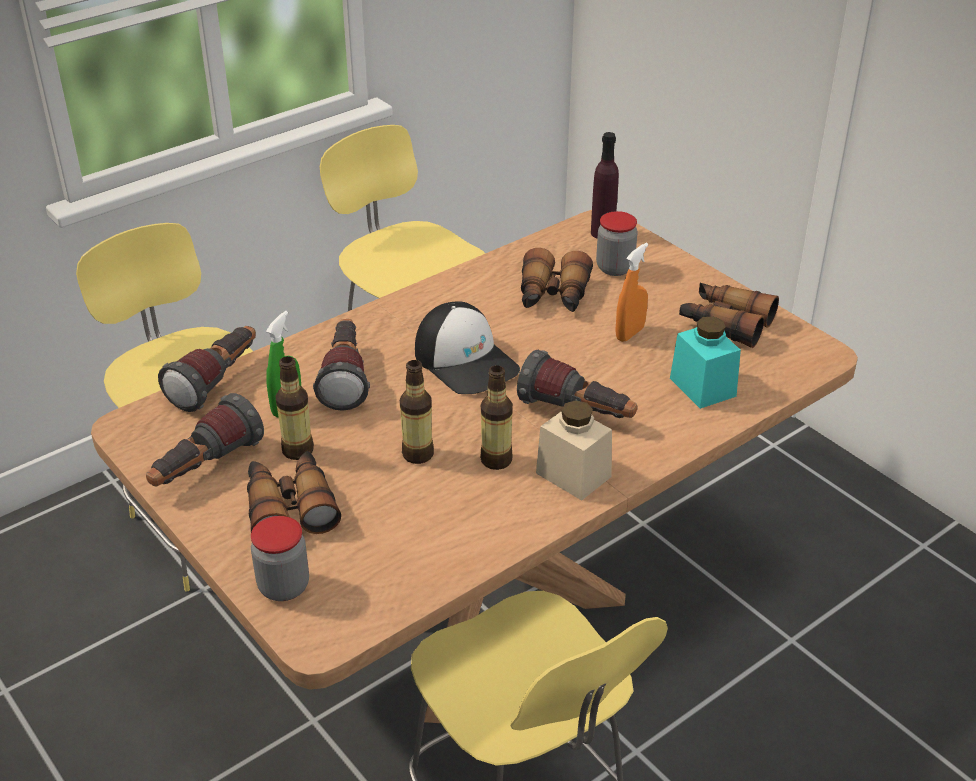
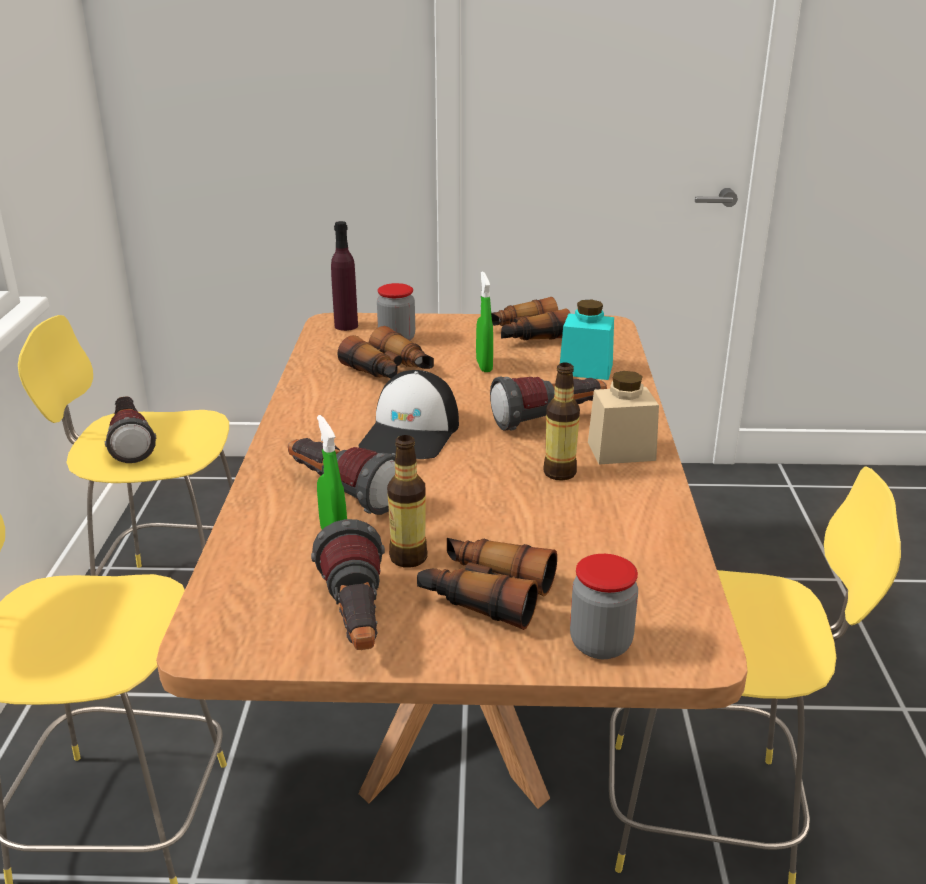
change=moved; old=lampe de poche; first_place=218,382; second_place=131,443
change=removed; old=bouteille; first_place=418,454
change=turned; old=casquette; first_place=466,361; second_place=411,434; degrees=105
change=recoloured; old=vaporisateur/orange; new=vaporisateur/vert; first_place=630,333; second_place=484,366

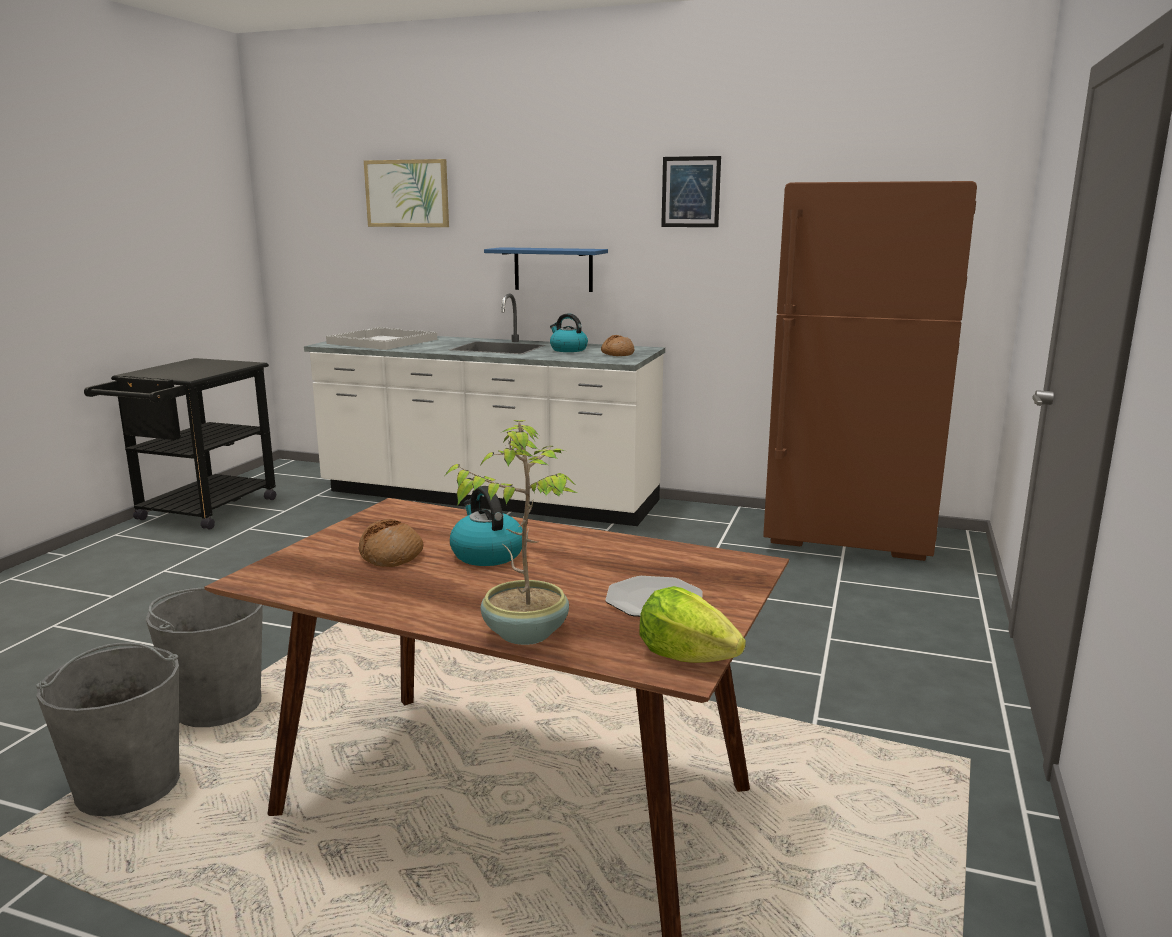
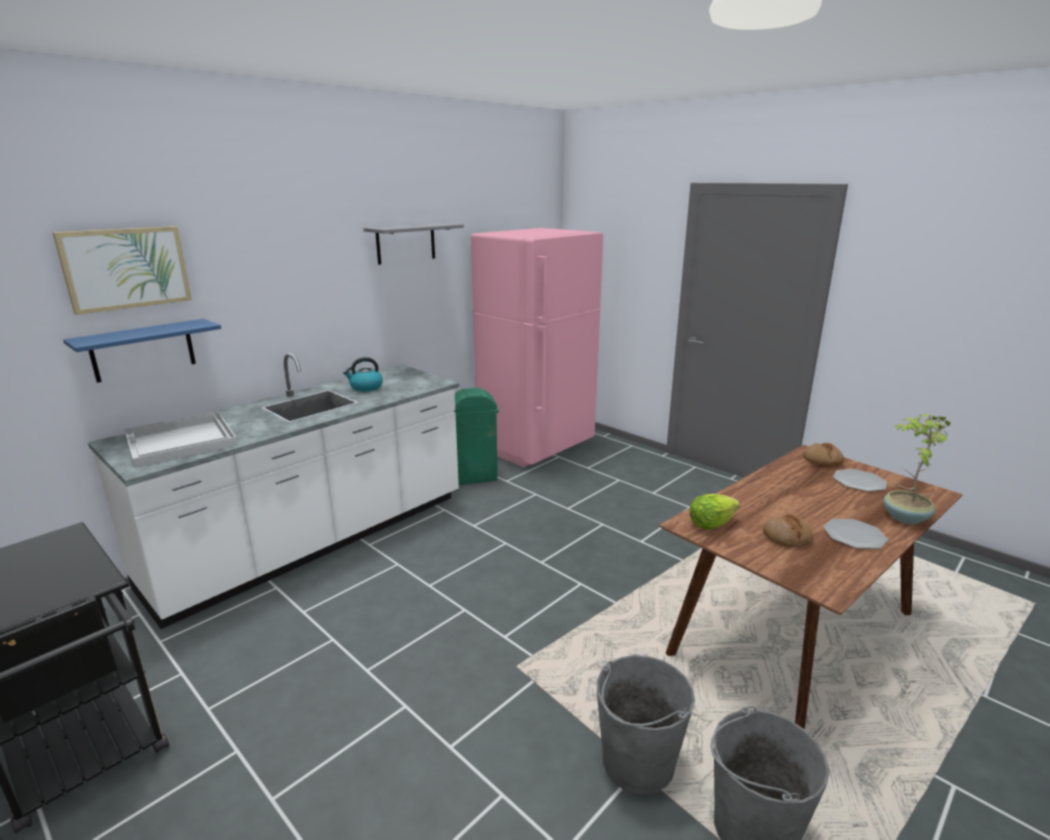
change=removed; old=bouilloire; first_place=486,554
change=moved; old=étagère/bleu; first_place=553,269; second_place=143,350
change=moved; old=pain; first_place=617,354; second_place=822,461
change=moved; old=laitue; first_place=686,656; second_place=711,524
change=replaced; old=tableau; new=étagère/gris; first_place=690,192; second_place=406,243
change=recoloured; old=réfrigérateur/marron; new=réfrigérateur/rose; first_place=849,539; second_place=537,447
change=added; new=poubelle/vert; second_place=475,477
change=added; new=assiette; second_place=854,535

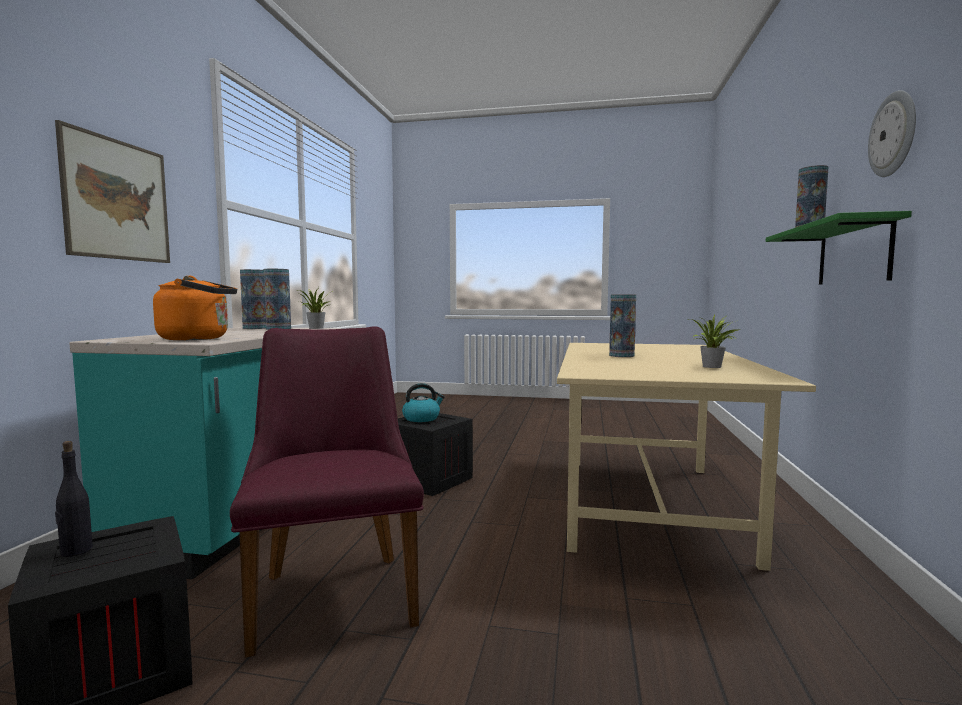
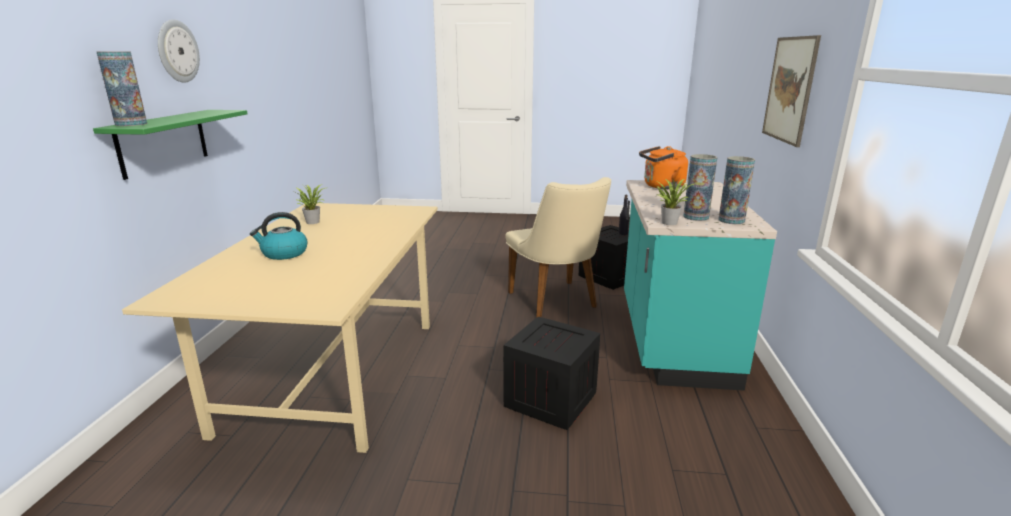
change=recoloured; old=chaise/violet; new=chaise/beige; first_place=334,589; second_place=556,302
change=moved; old=bouilloire; first_place=422,418; second_place=284,253
change=removed; old=vase; first_place=621,355

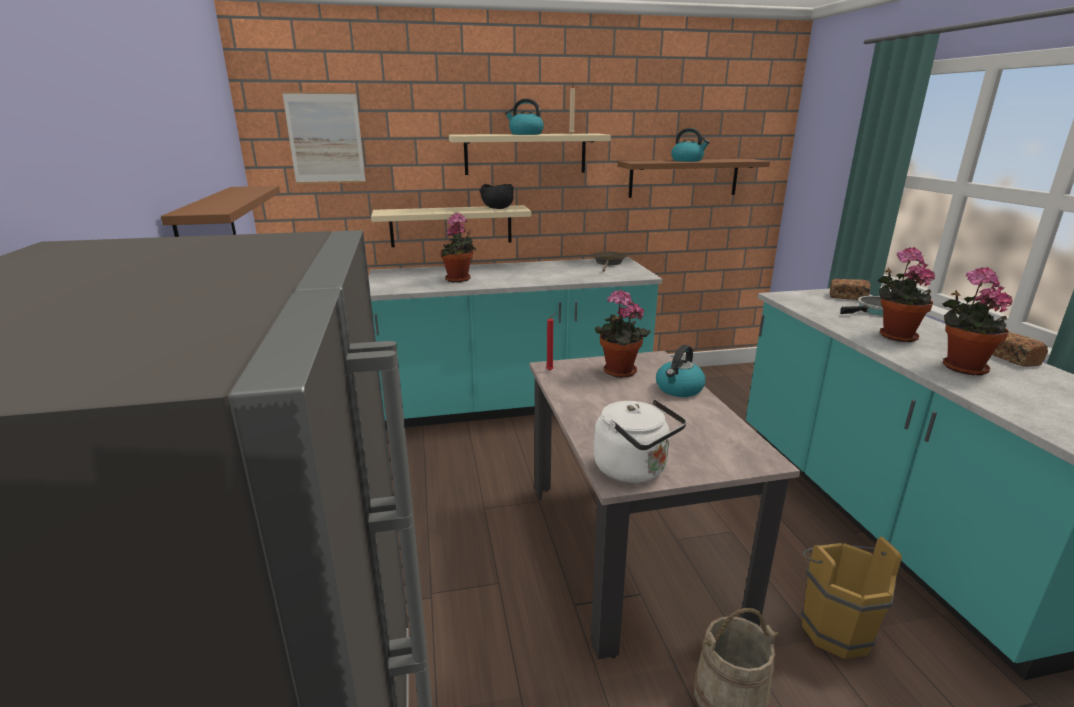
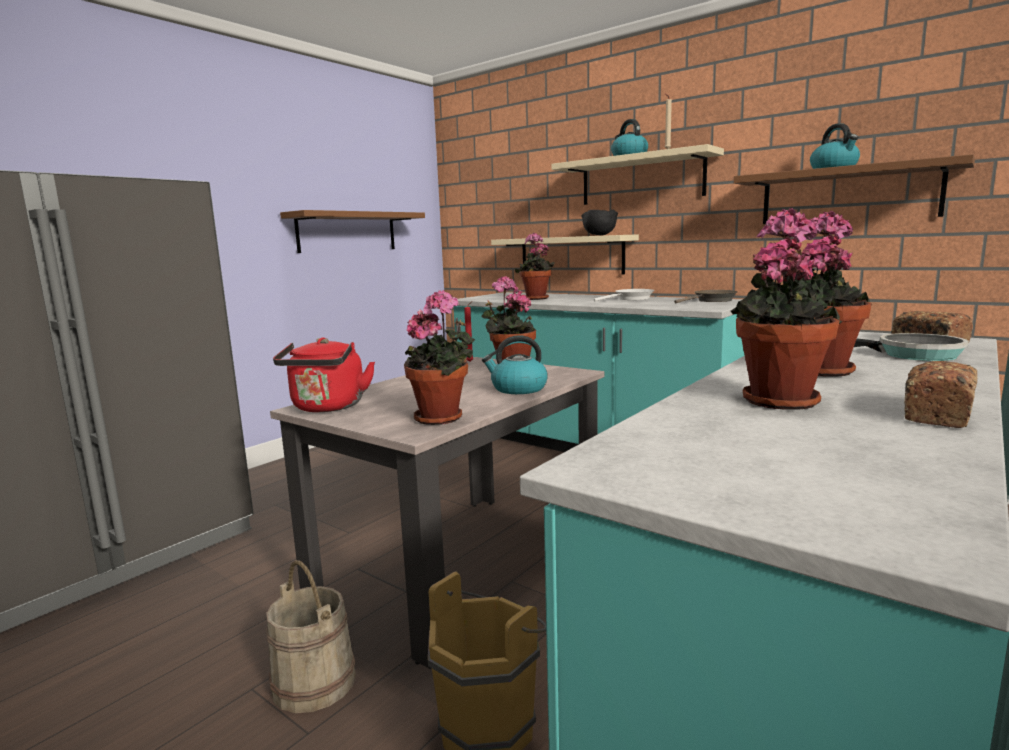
change=removed; old=tableau; first_place=325,138
change=recoloured; old=bouilloire/blanc; new=bouilloire/rouge; first_place=634,470; second_place=327,408
change=added; new=plante en pot; second_place=443,418
change=added; new=poêle/blanc; second_place=631,299

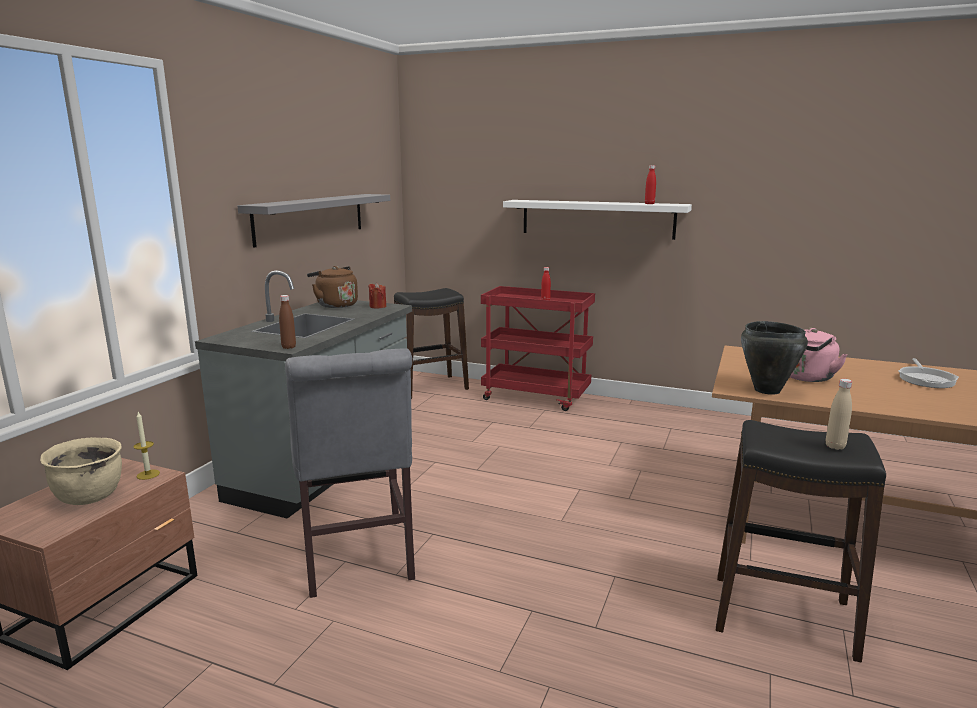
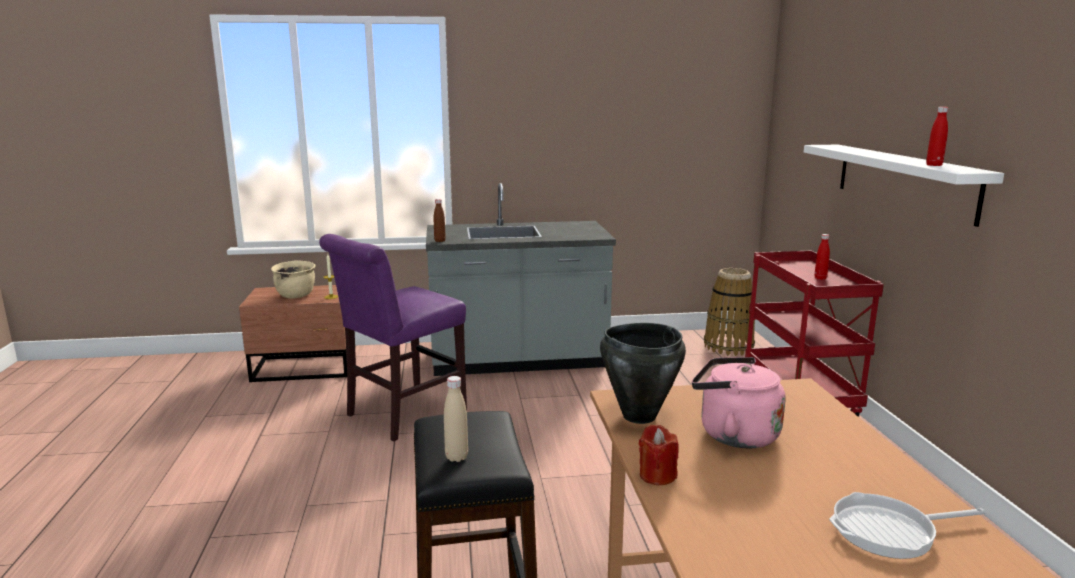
change=removed; old=étagère/gris; first_place=311,218
change=recoloured; old=chaise/gris; new=chaise/violet; first_place=357,561; second_place=401,415
change=removed; old=bouilloire/marron; first_place=335,305
change=moved; old=bougie/rouge; first_place=378,306; second_place=657,475
change=replaced; old=tabouret/noir; new=panier; first_place=431,387; second_place=728,346

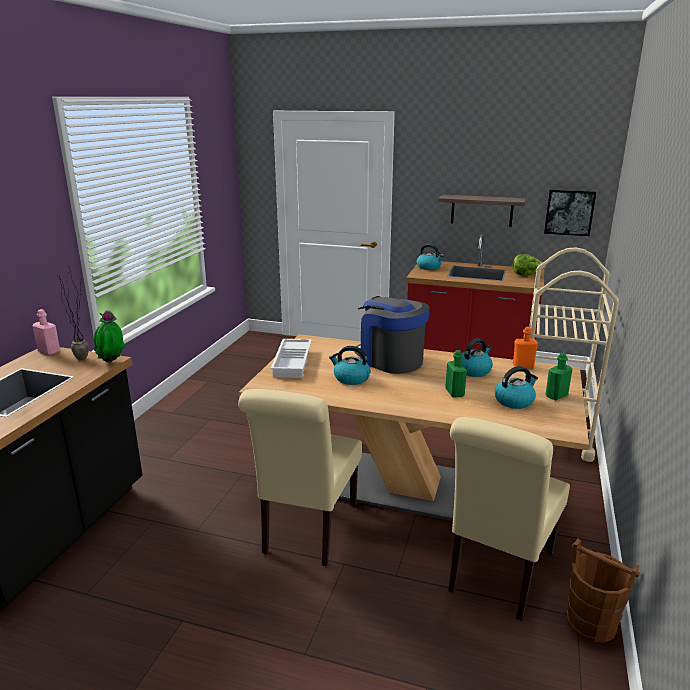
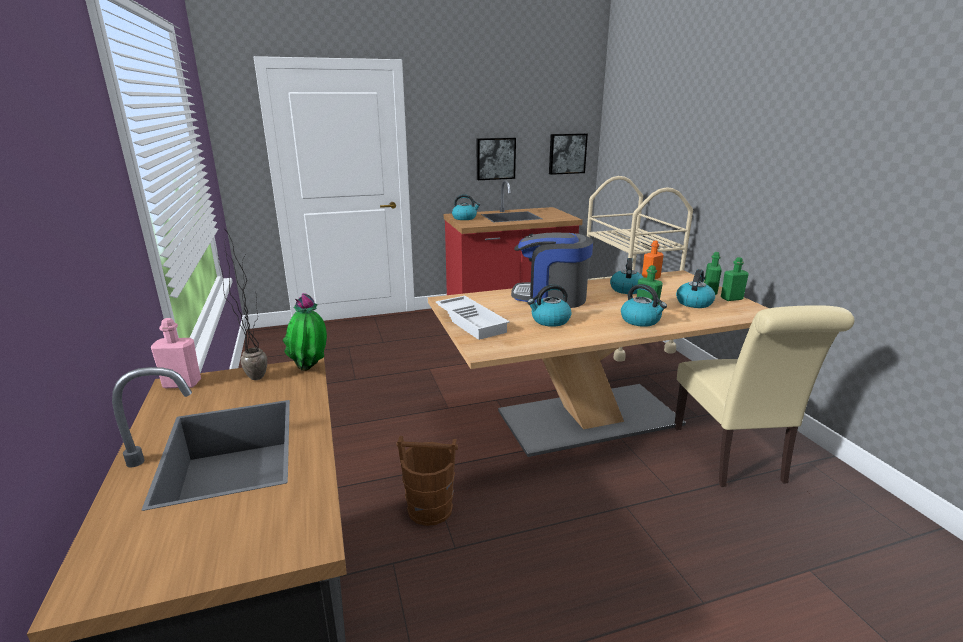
change=removed; old=chaise/beige; first_place=307,531
change=replaced; old=étagère; new=tableau; first_place=482,210; second_place=495,158
change=removed; old=laitue; first_place=526,275
change=moved; old=seau/marron; first_place=590,622; second_place=429,509
change=added; new=bouilloire; second_place=641,320
change=added; new=bouteille/vert; second_place=731,298

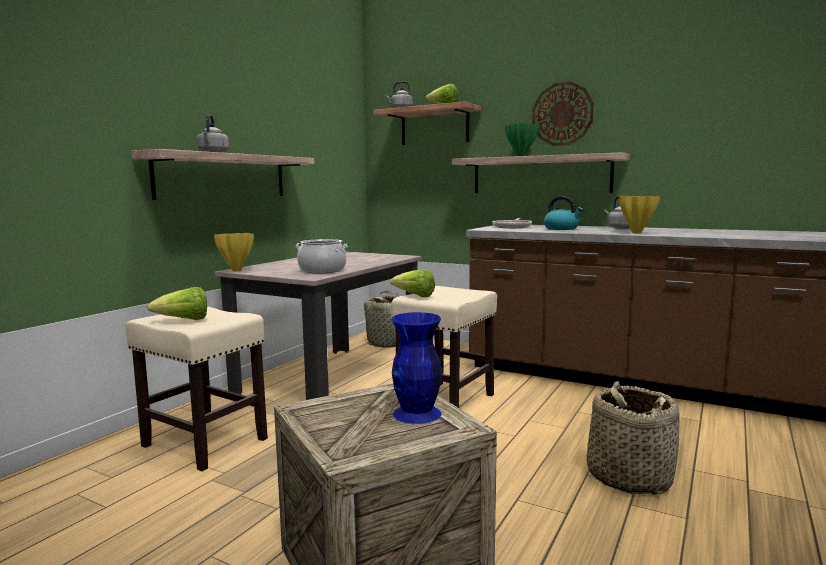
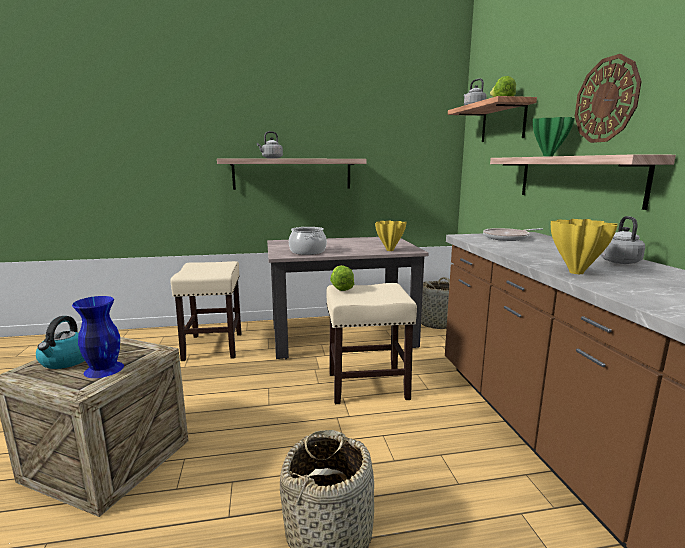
change=removed; old=laitue; first_place=184,320
change=moved; old=vase/jaune; first_place=236,270; second_place=389,250
change=moved; old=bouilloire; first_place=562,229; second_place=66,361

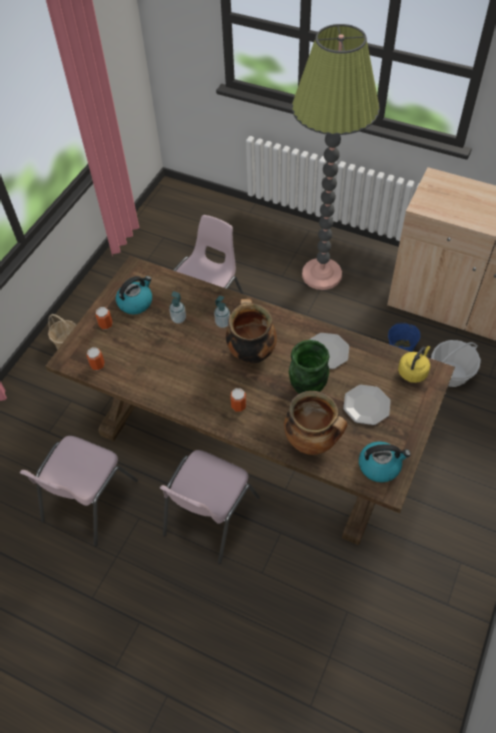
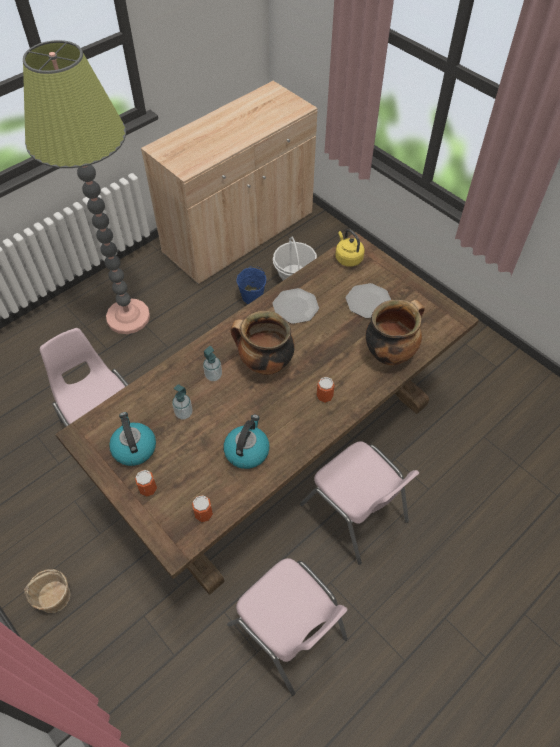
change=removed; old=vase/vert; first_place=307,388
change=moved; old=bouilloire; first_place=380,466; second_place=247,450

